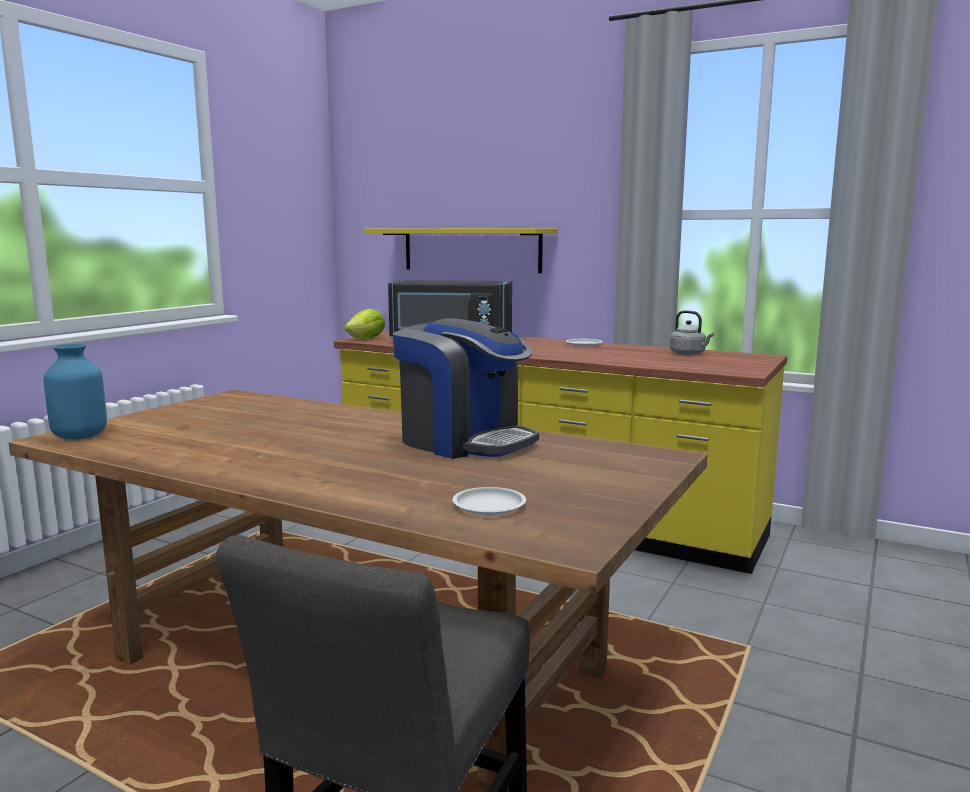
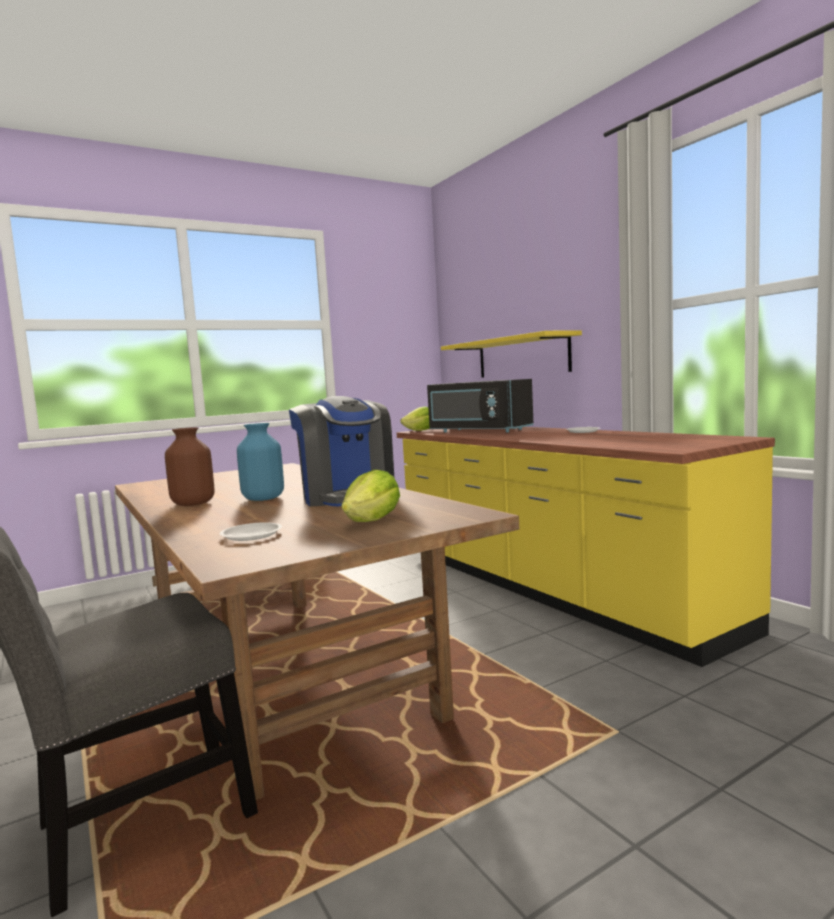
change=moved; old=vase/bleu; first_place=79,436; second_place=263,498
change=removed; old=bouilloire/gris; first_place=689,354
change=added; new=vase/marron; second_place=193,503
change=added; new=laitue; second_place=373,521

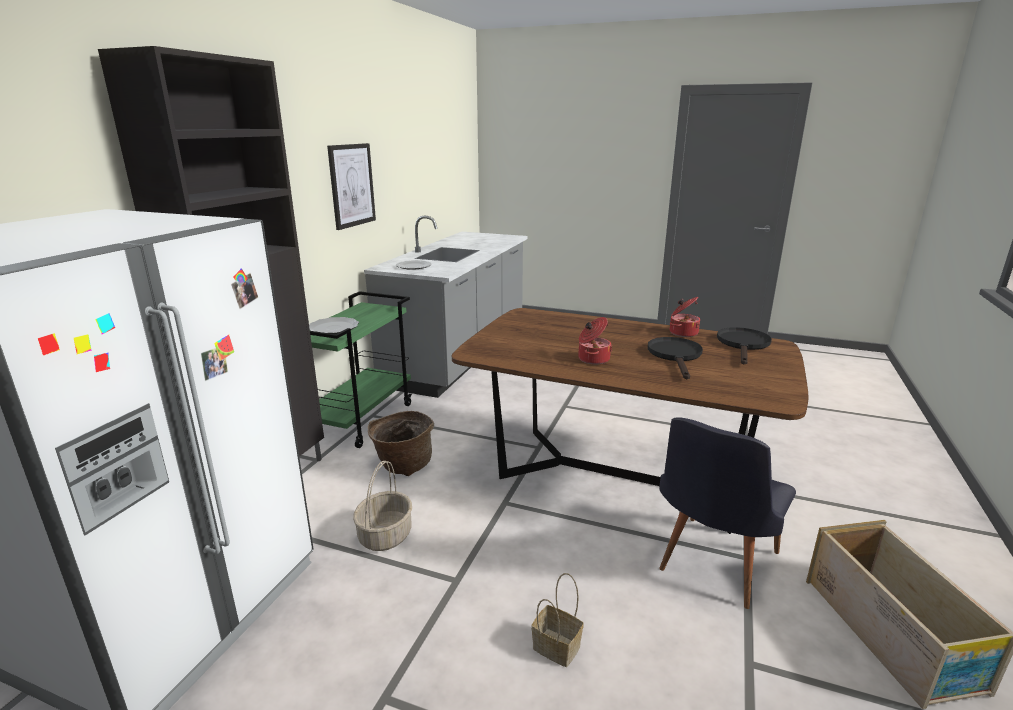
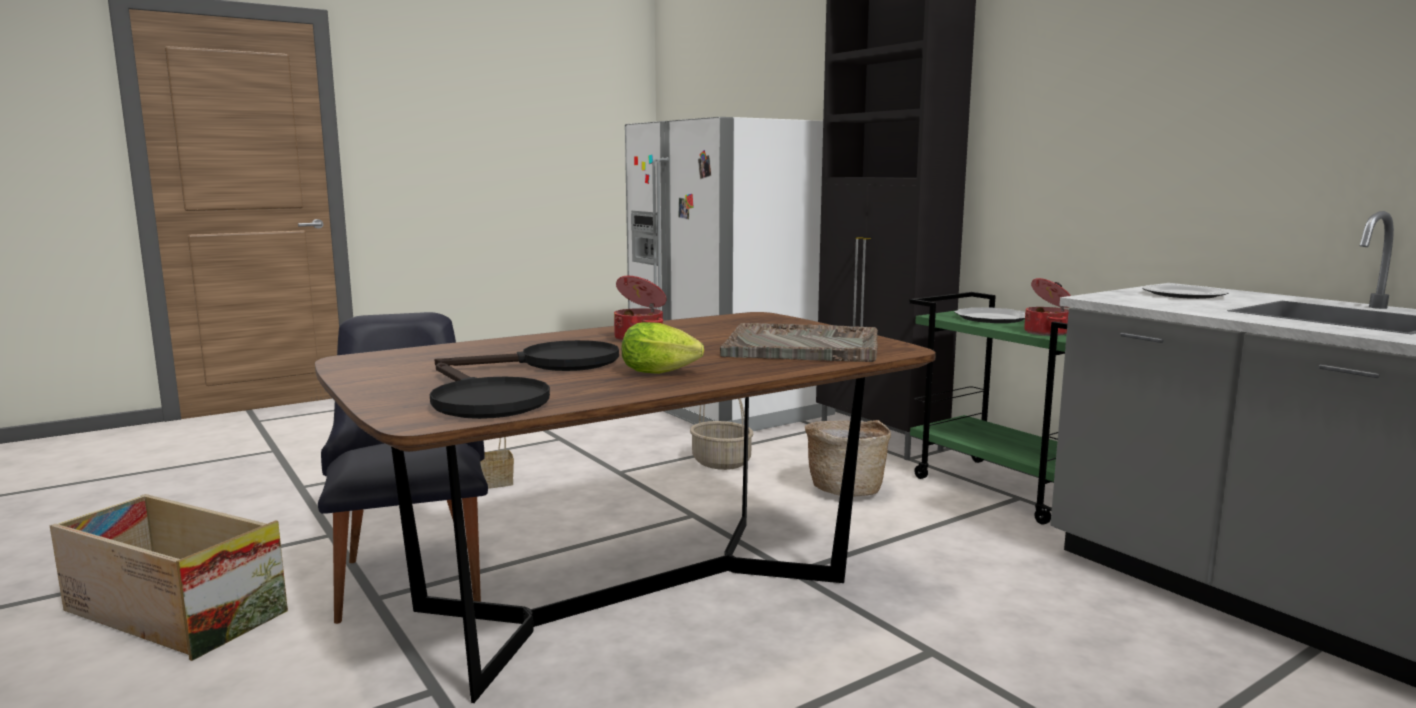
change=removed; old=tableau; first_place=351,185
change=turned; old=poêle/noir; first_place=675,356; second_place=556,363; degrees=-60
change=moved; old=marmite; first_place=682,332; second_place=1047,332
change=added; new=laitue; second_place=663,373
change=added; new=plateau/gris; second_place=804,347

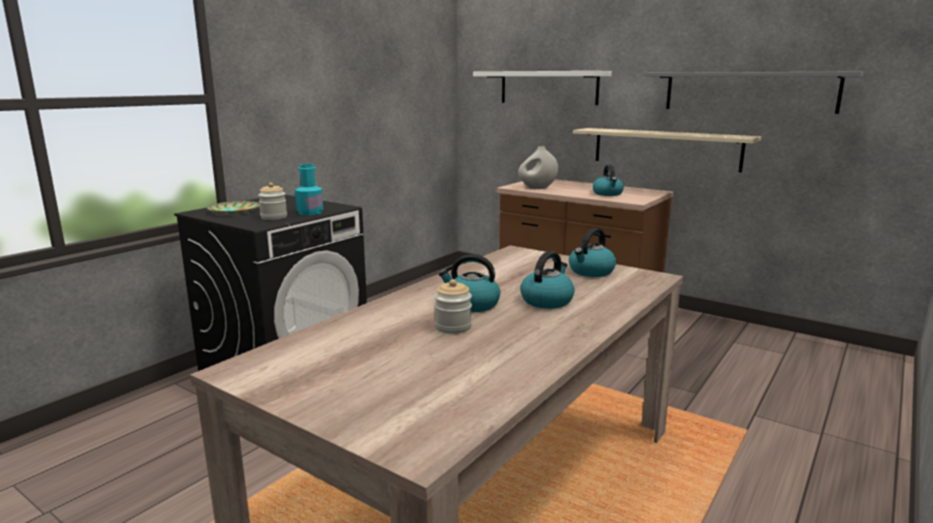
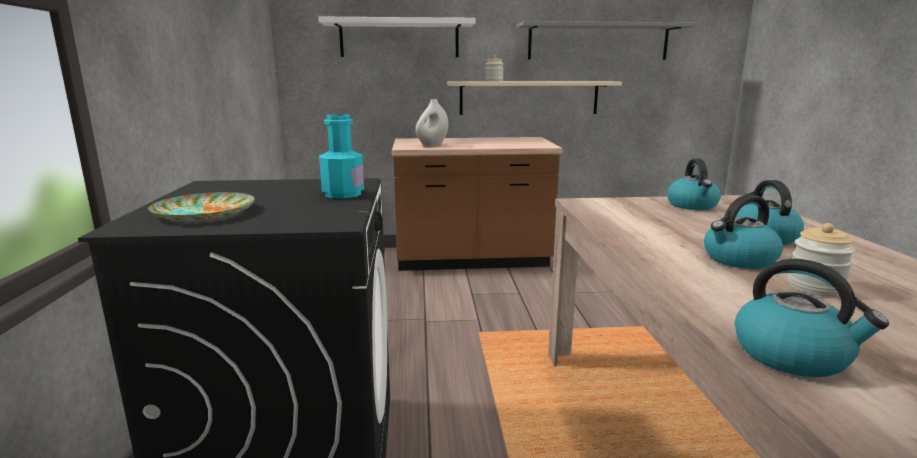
change=moved; old=bocal; first_place=274,217; second_place=494,81
change=moved; old=bouilloire; first_place=608,194; second_place=792,355

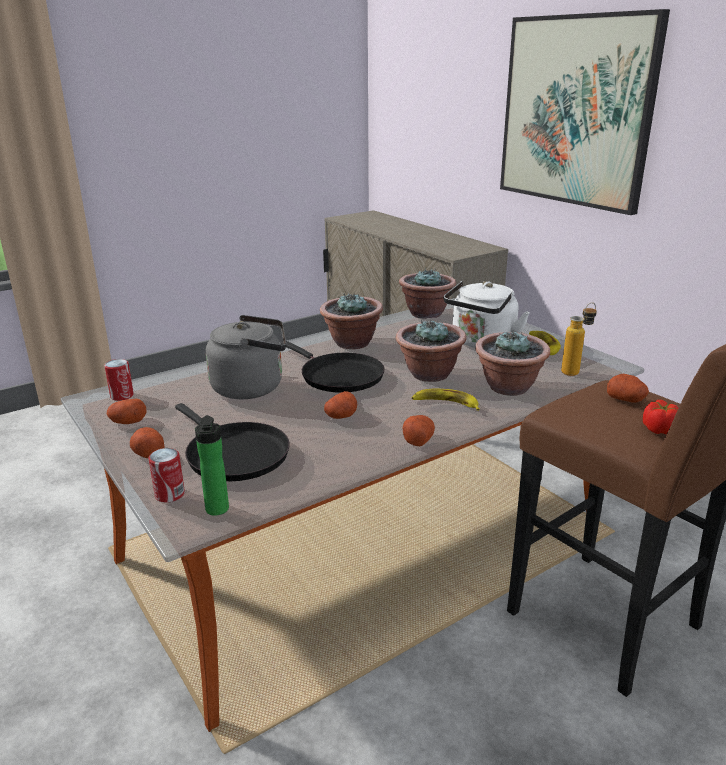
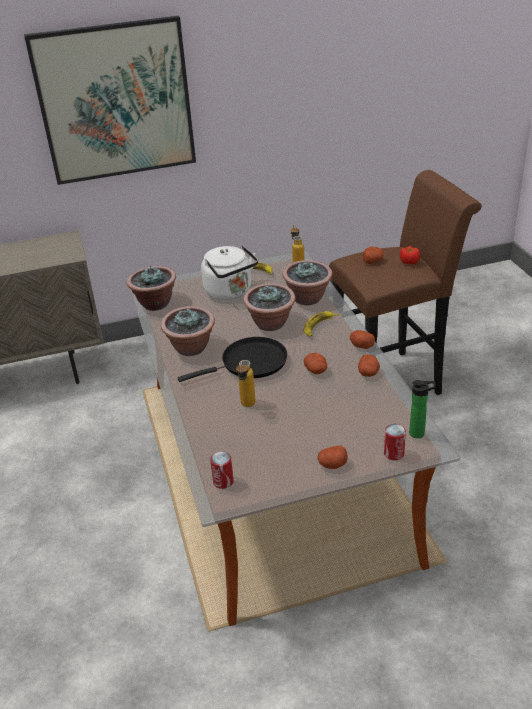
change=moved; old=pomme de terre; first_place=127,422; second_place=368,373
change=removed; old=poêle/noir; first_place=233,454
change=replaced; old=bouilloire/gris; new=bouteille; first_place=252,387; second_place=247,407

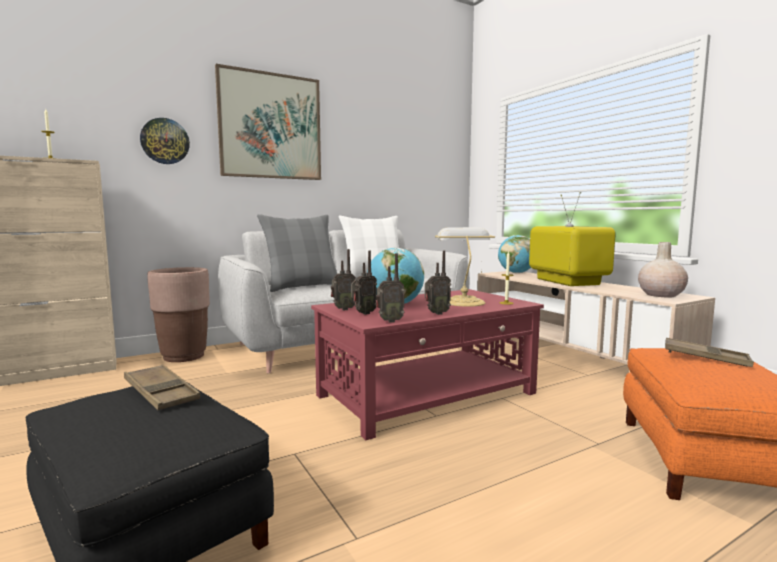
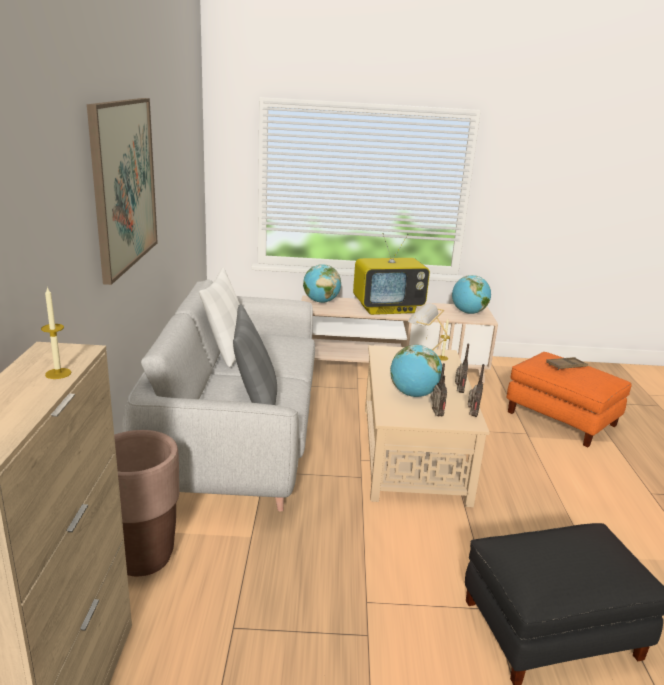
change=removed; old=plateau/marron; first_place=161,393
change=removed; old=horloge murale; first_place=165,141
change=recoloured; old=table basse/rouge; new=table basse/beige; first_place=428,394; second_place=413,452
change=removed; old=radio; first_place=343,309
change=turned; old=téléviseur; first_place=566,281; second_place=388,308; degrees=150
change=replaced; old=vase/beige; new=globe; first_place=660,295; second_place=468,313

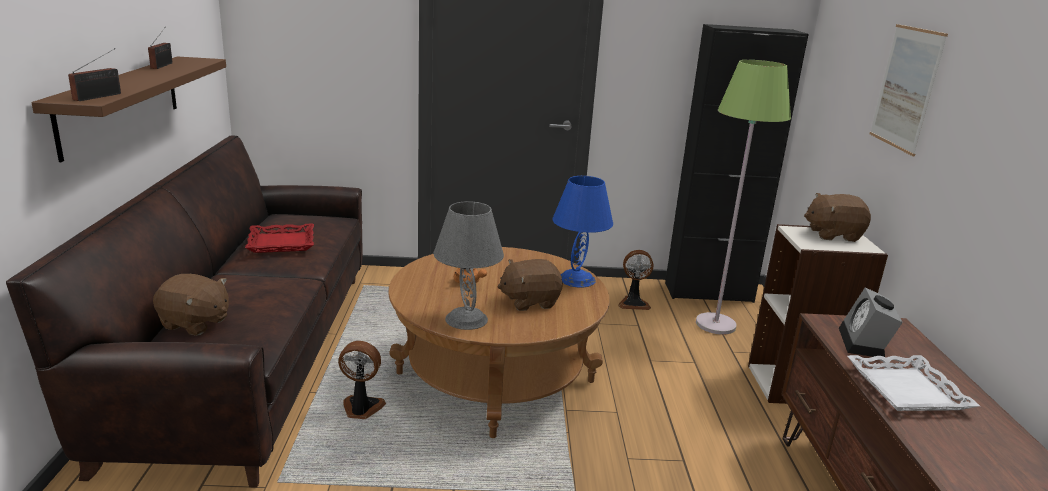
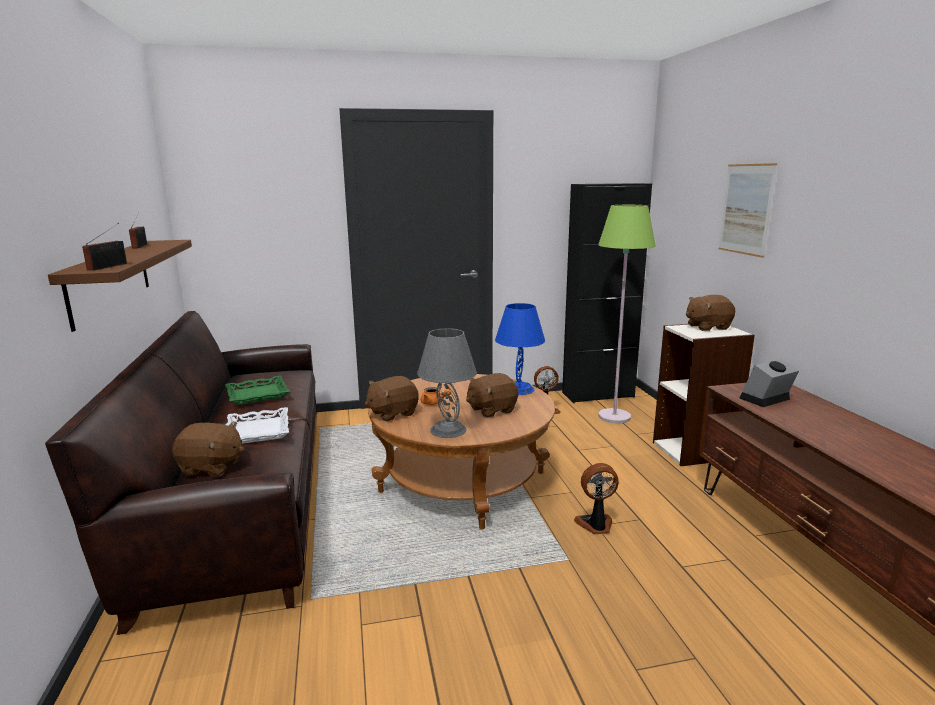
change=recoloured; old=plateau/rouge; new=plateau/vert; first_place=281,243; second_place=257,394
change=moved; old=ventilateur; first_place=361,408; second_place=596,525
change=turned; old=réveil; first_place=864,344; second_place=765,400; degrees=60
change=moved; old=plateau/blanc; first_place=908,390; second_place=258,431
change=added; new=peluche/marron; second_place=392,413

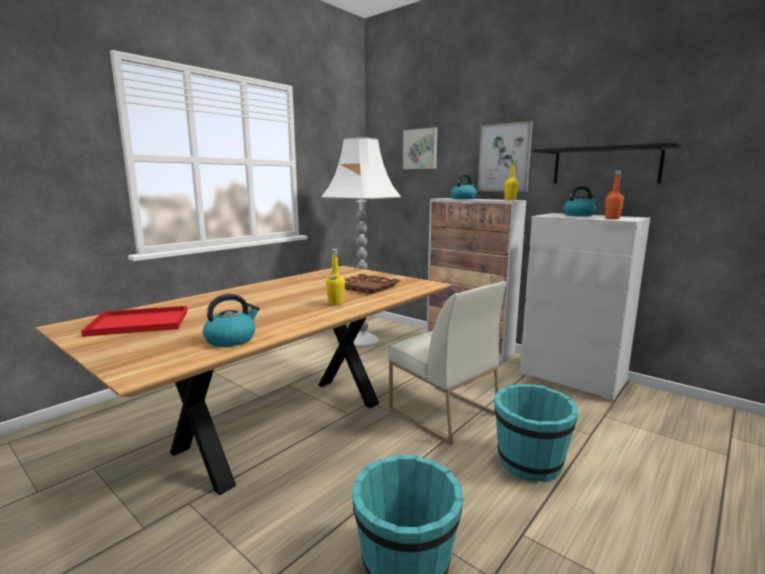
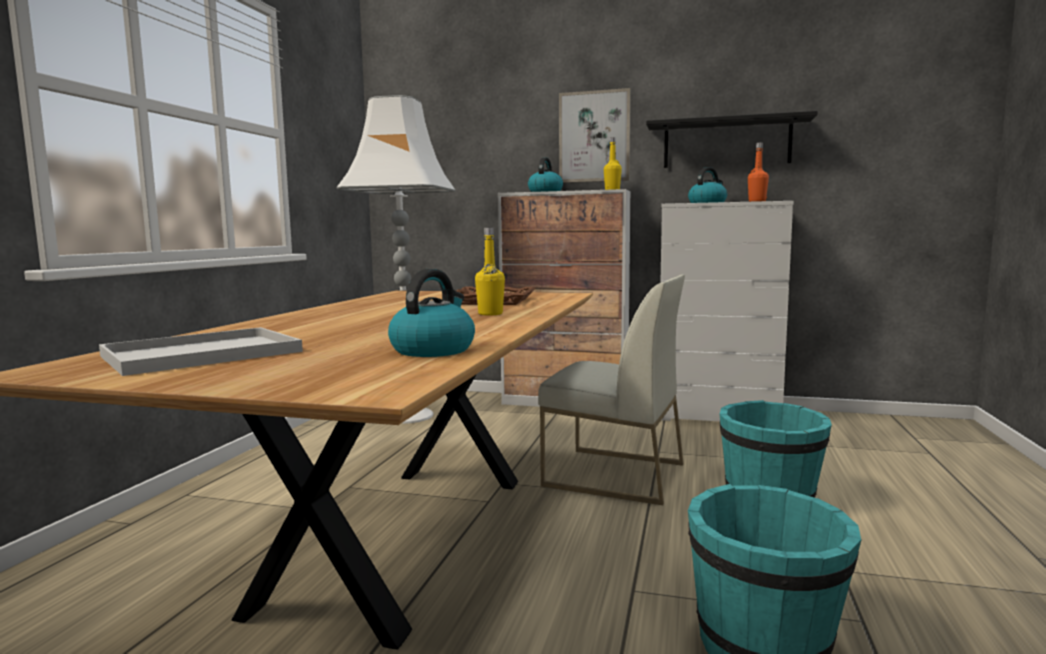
change=recoloured; old=plateau/rouge; new=plateau/blanc; first_place=141,322; second_place=205,353
change=removed; old=tableau; first_place=420,149

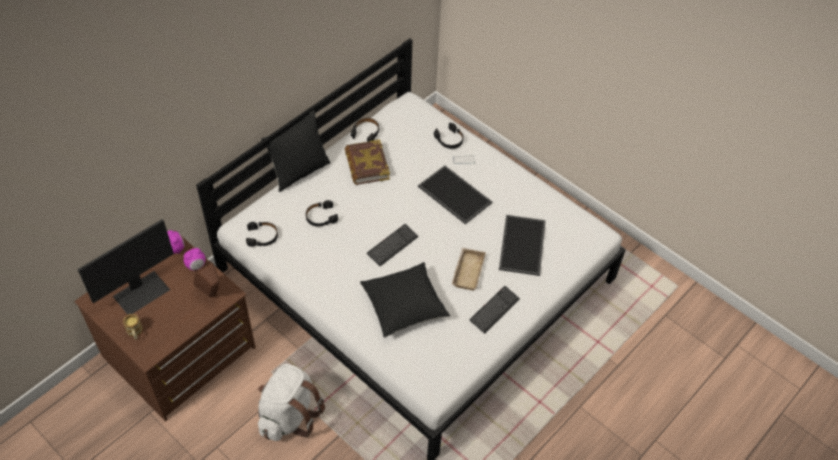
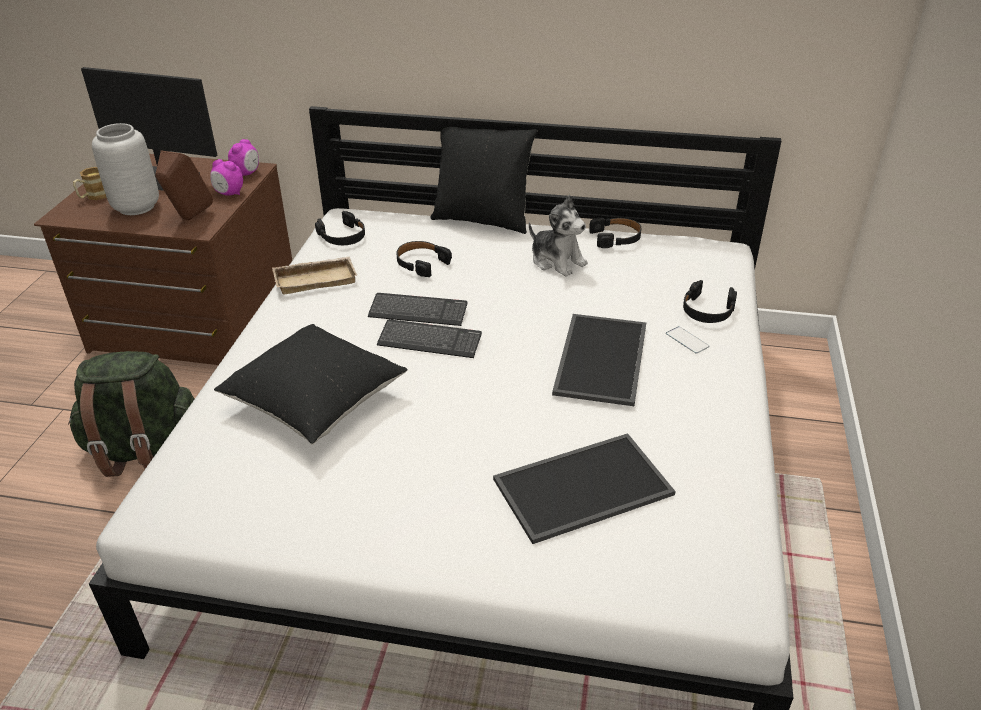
change=recoloured; old=sac à dos/blanc; new=sac à dos/vert; first_place=289,415; second_place=144,449
change=replaced; old=livre; new=peluche; first_place=366,165; second_place=557,261
change=moved; old=plateau/beige; first_place=467,271; second_place=316,279
change=moved; old=clavier; first_place=494,310; second_place=418,311
change=added; new=vase/gris; second_place=136,207

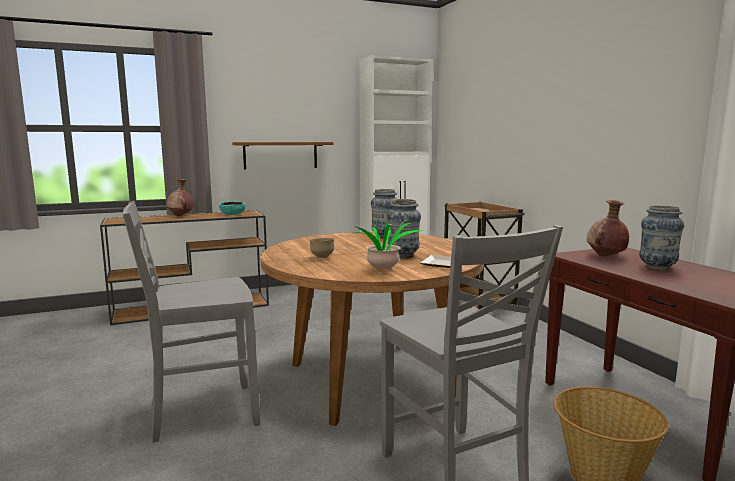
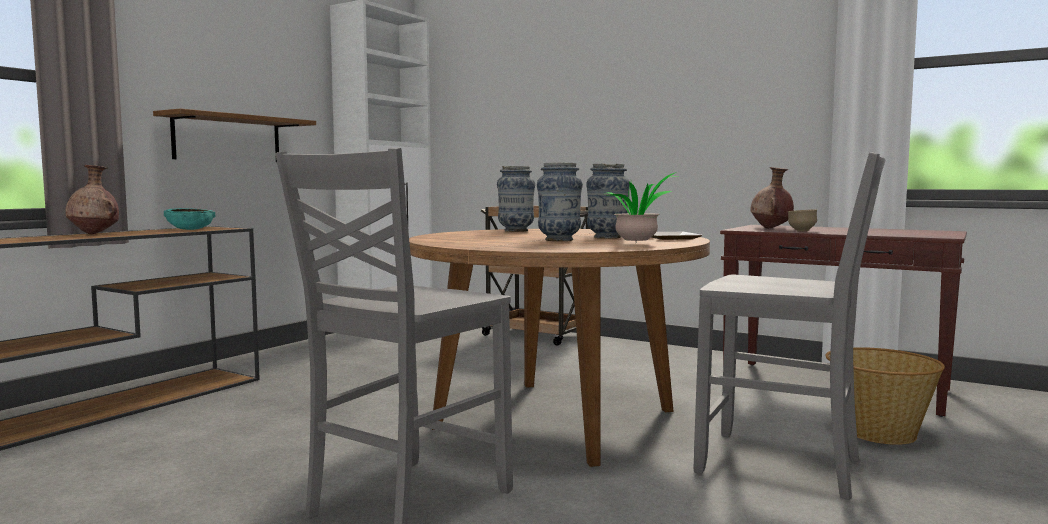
change=moved; old=bol/marron; first_place=322,257; second_place=801,231
change=moved; old=vase; first_place=657,268; second_place=559,240

